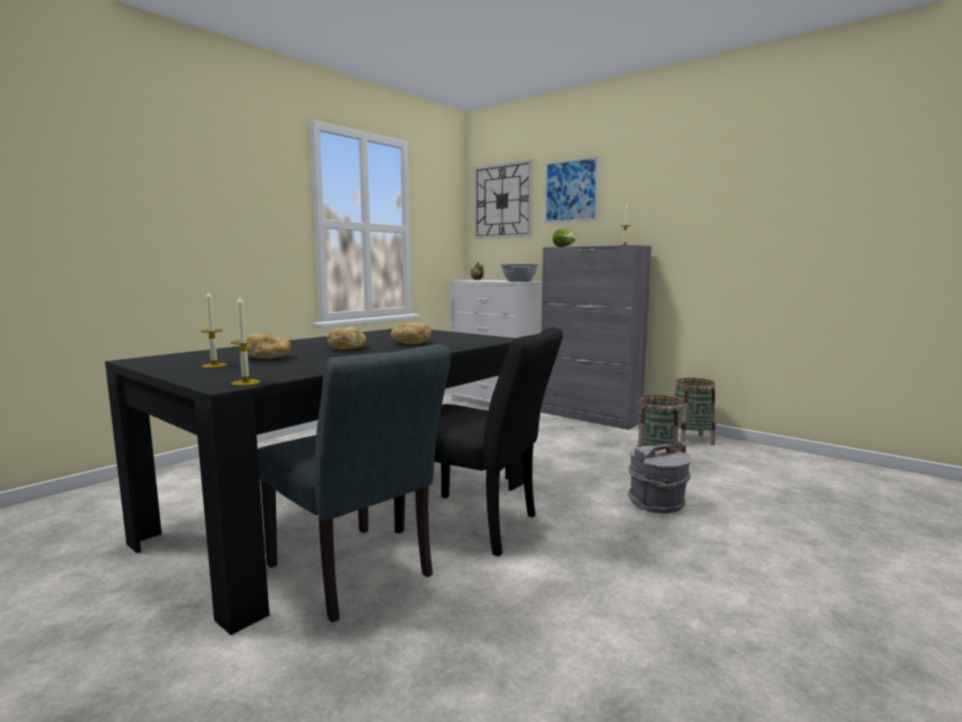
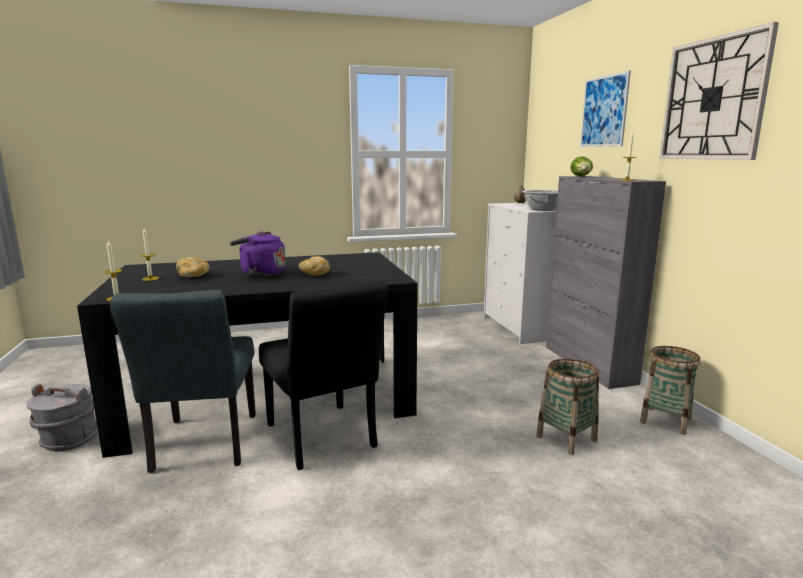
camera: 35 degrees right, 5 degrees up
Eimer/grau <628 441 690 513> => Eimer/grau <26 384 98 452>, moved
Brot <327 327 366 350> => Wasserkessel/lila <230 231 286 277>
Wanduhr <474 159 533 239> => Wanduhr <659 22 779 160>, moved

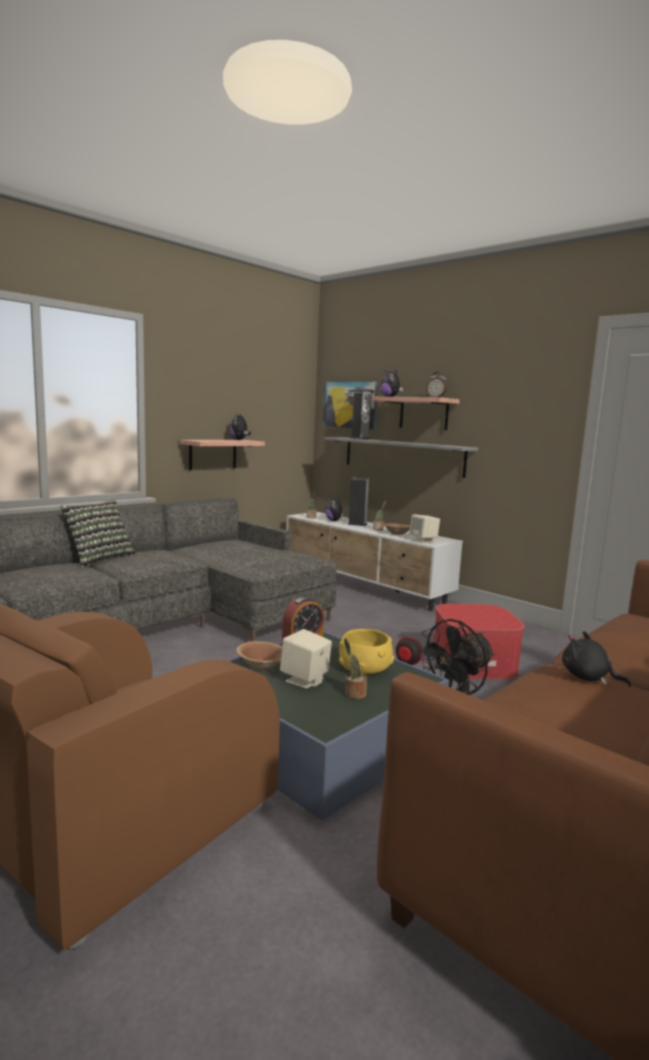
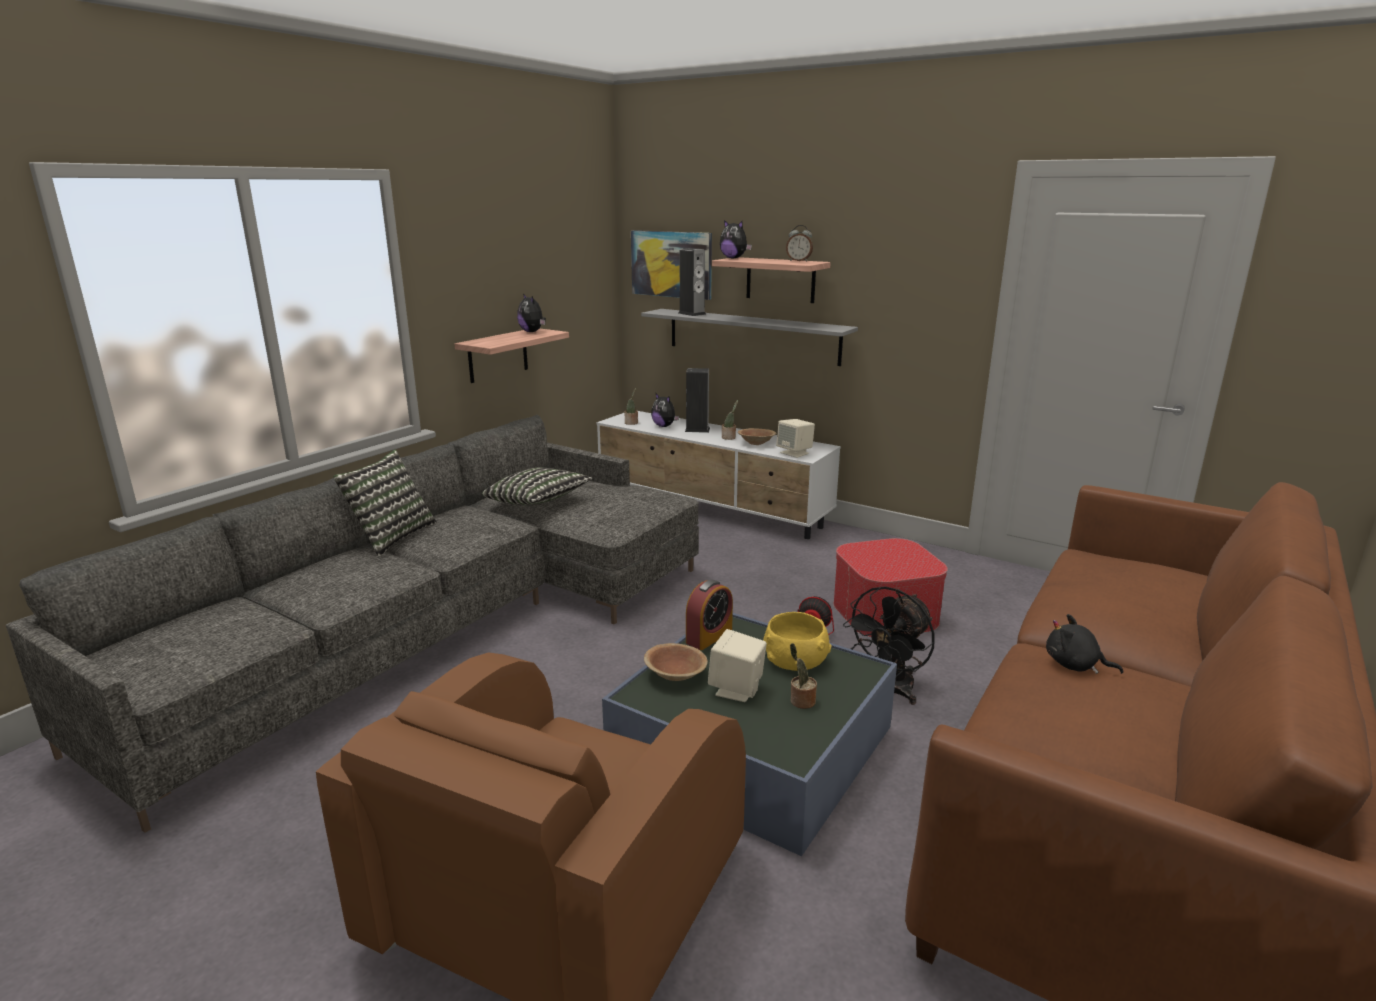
camera: 10 degrees left, 10 degrees up
nothing => Kissen <482 467 592 505>

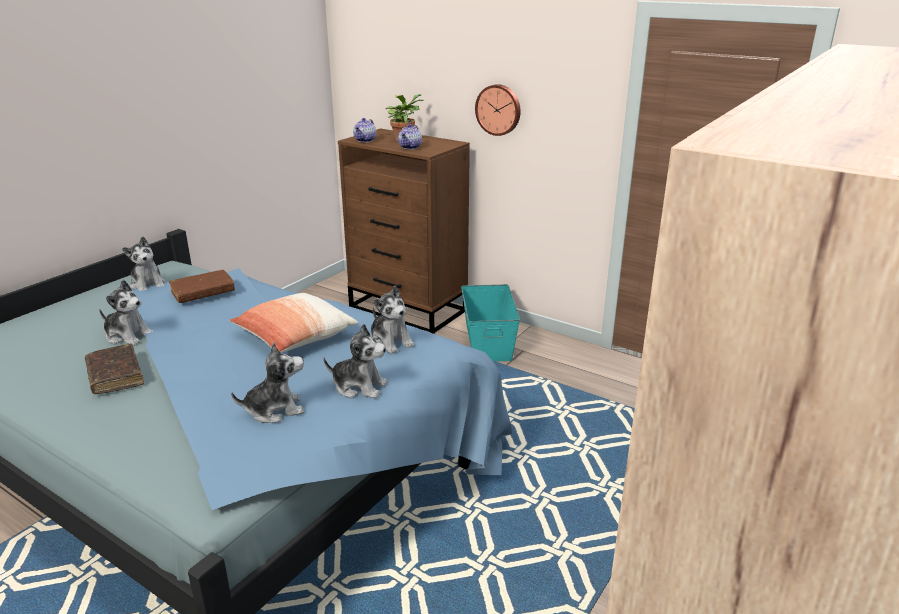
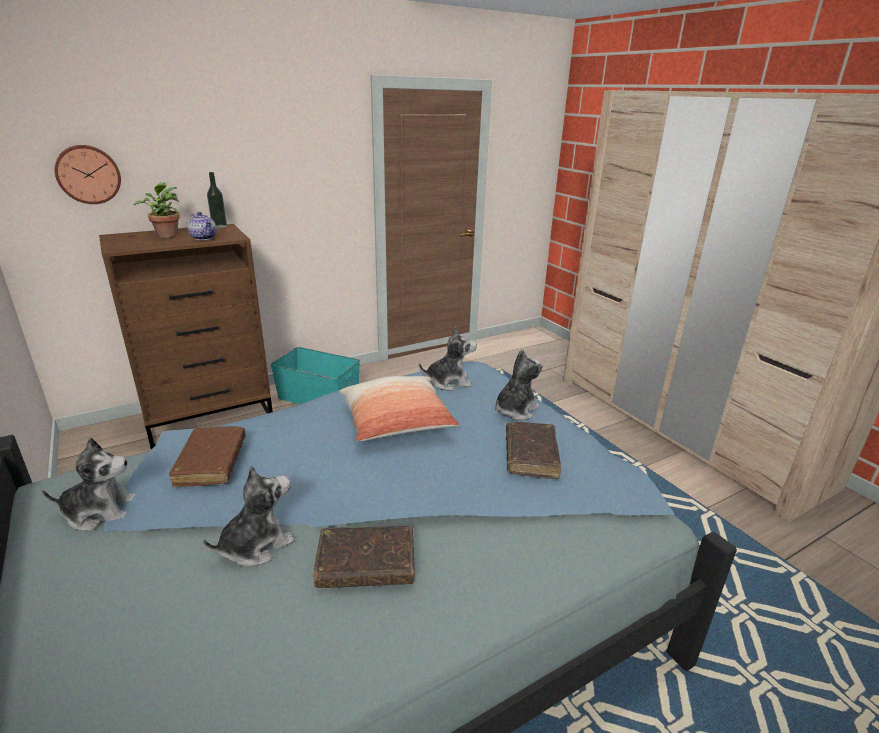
camera: 65 degrees left, 0 degrees up
Wanduhr <475 84 521 136> => Wanduhr <54 145 121 204>, moved
nothing => Flasche <207 172 227 228>
Plüschtier <231 342 304 423> => Buch/braun <506 422 561 479>
Teekanne <353 118 376 143> => nothing

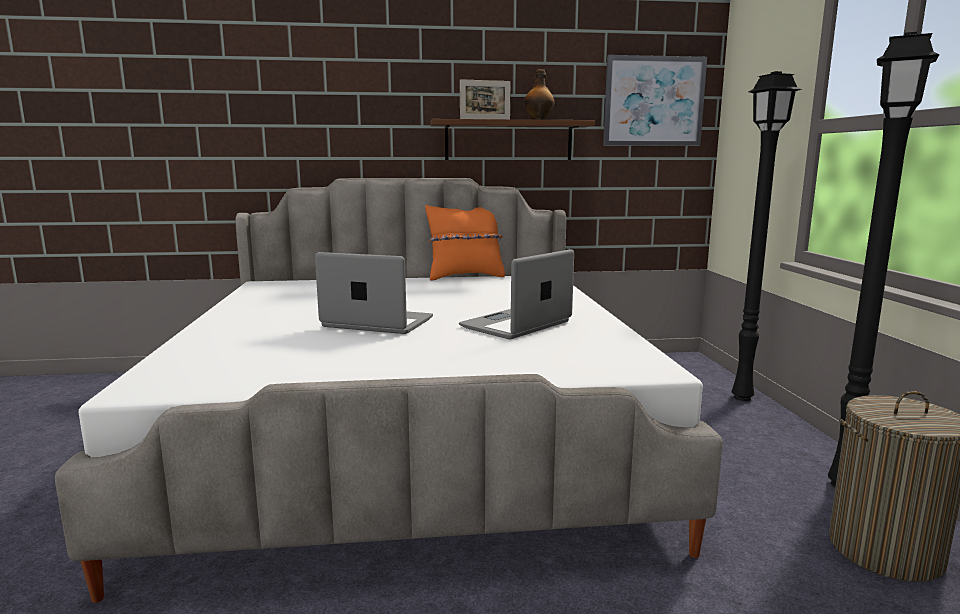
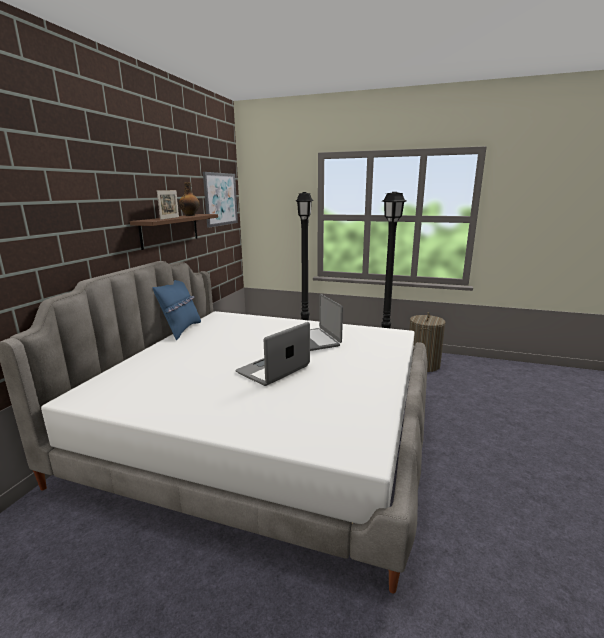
camera: 65 degrees left, 5 degrees up
Kissen/orange <425 205 505 281> => Kissen/blau <152 280 201 340>

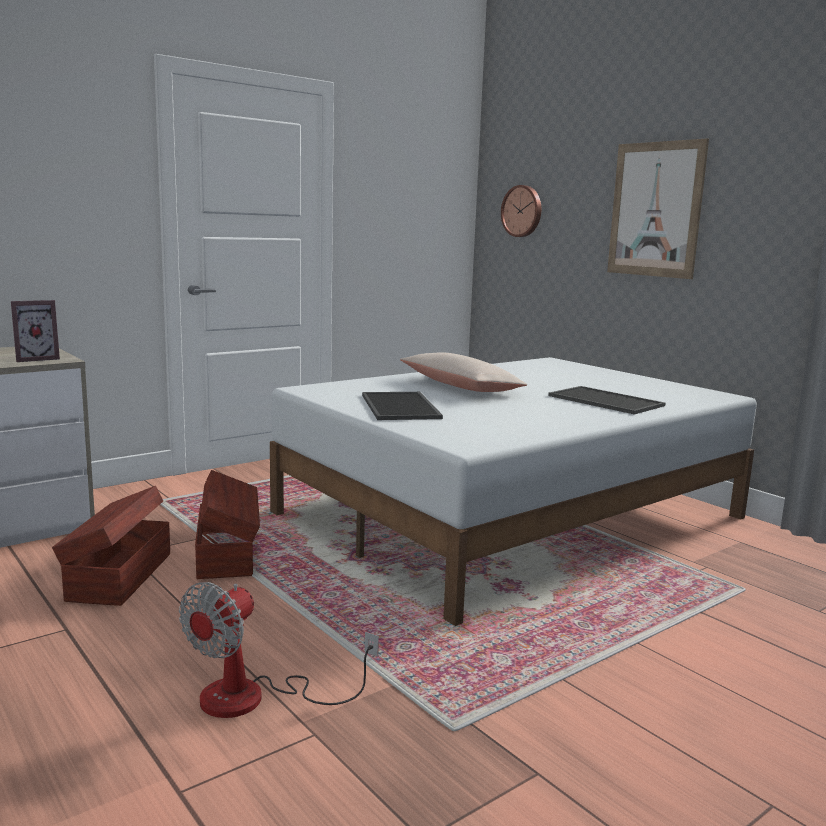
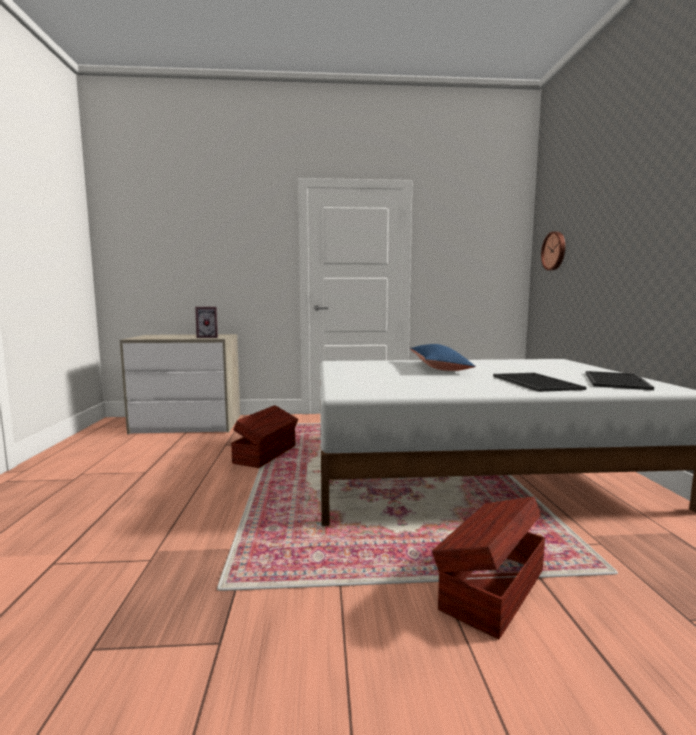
camera: 35 degrees right, 5 degrees down
Kissen/beige <400 352 527 392> => Kissen/blau <410 344 476 371>
Aufbewahrungsbox/braun <52 486 170 606> => Aufbewahrungsbox/braun <432 497 545 639>, moved
Tablett <362 392 443 420> => Tablett <586 371 654 390>, moved
Ventilator <179 582 379 718> => nothing
Bild <607 139 709 279> => nothing

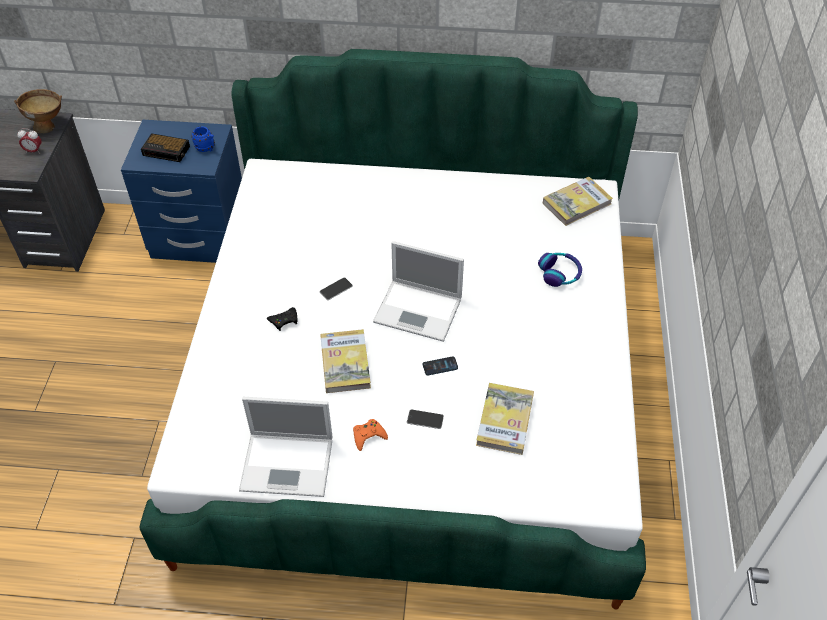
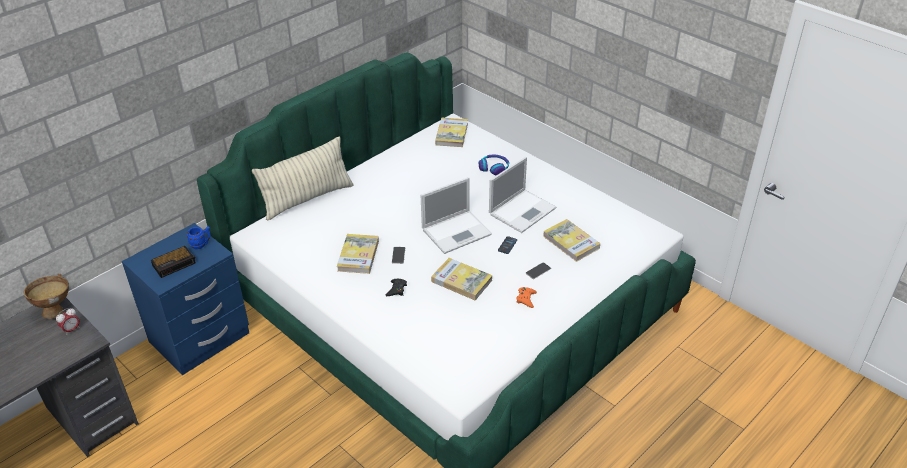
camera: 50 degrees left, 10 degrees down
nothing => Kissen <252 136 354 221>
nothing => Buch <337 234 379 274>
Laptop <239 397 332 497> => Laptop <489 157 556 233>, moved

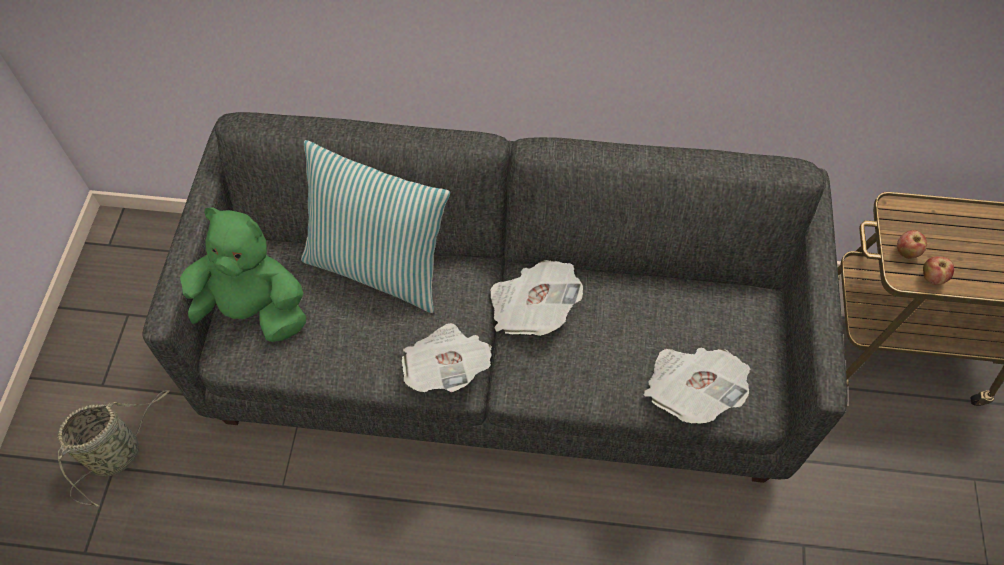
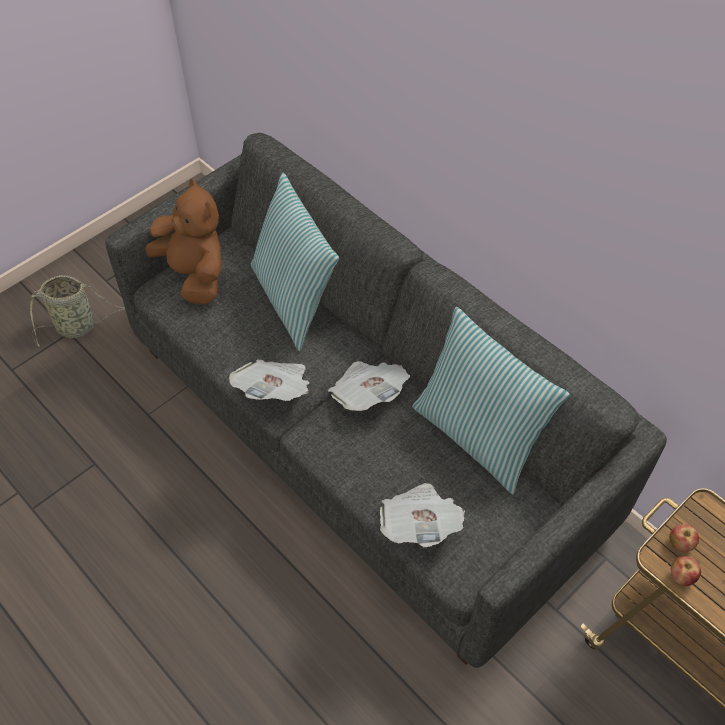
camera: 40 degrees right, 5 degrees down
Plüschtier/grün <180 207 306 342> => Plüschtier/braun <145 179 222 305>
nothing => Kissen <412 307 570 495>

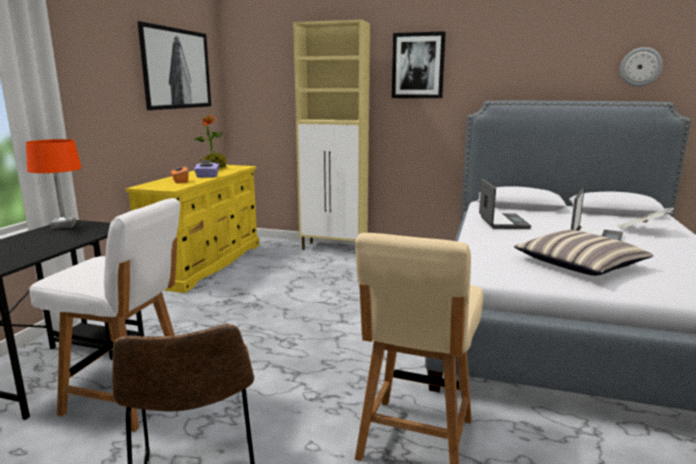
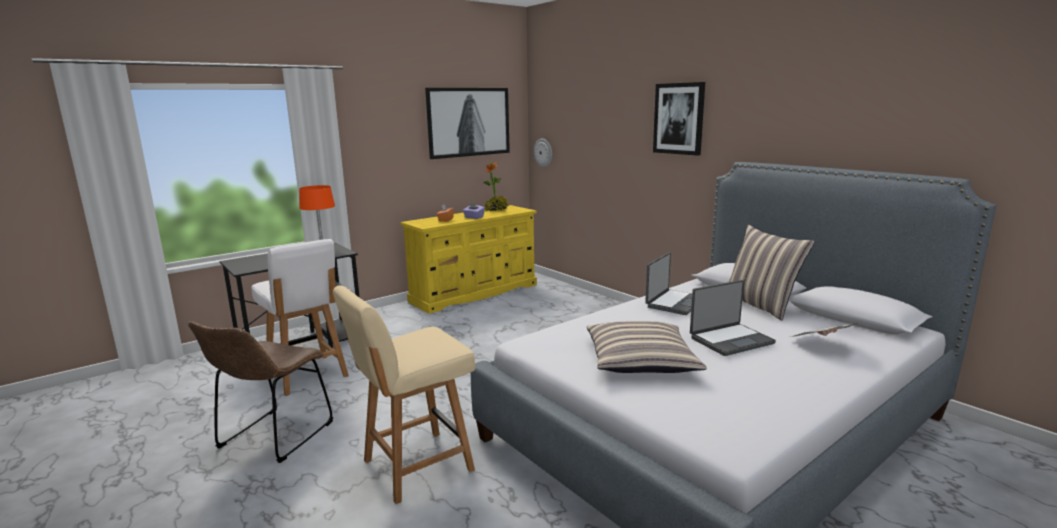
camera: 35 degrees right, 0 degrees up
Wanduhr <620 47 663 87> => Wanduhr <534 139 552 167>, moved
nothing => Kissen <729 225 815 321>
Schrank/beige <293 19 370 250> => nothing

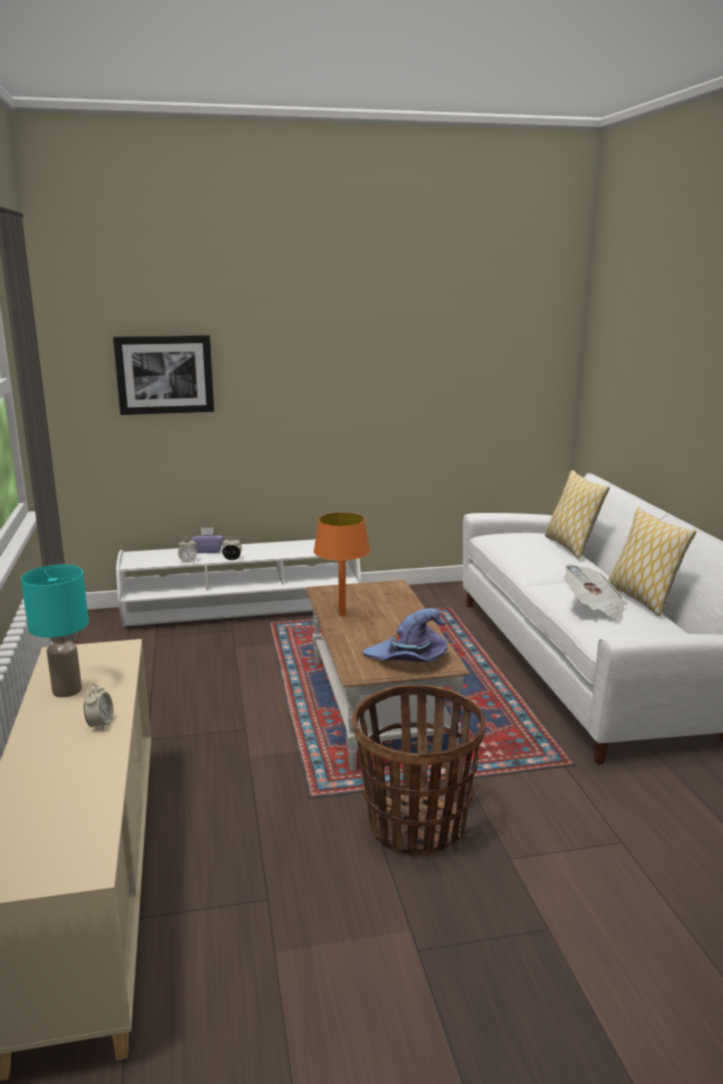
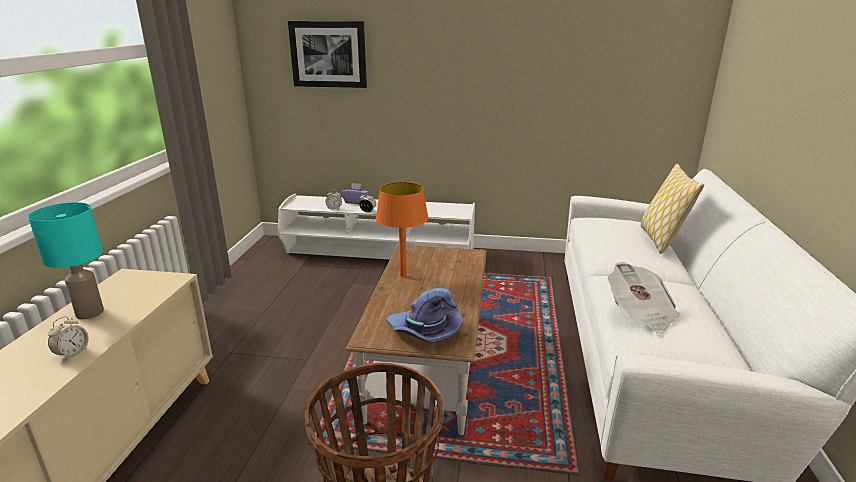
camera: 20 degrees right, 5 degrees up
Kissen <608 507 696 616> => nothing

